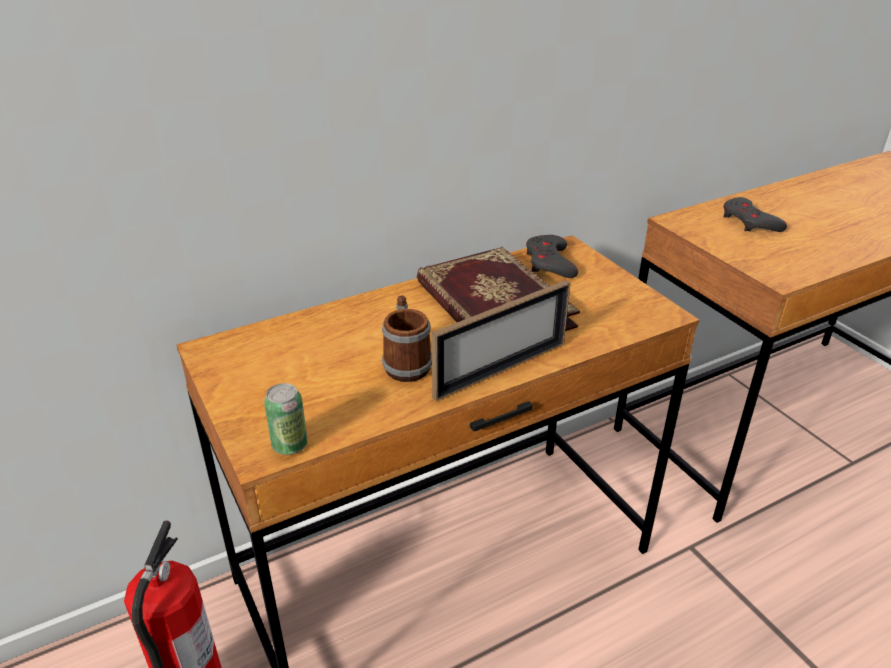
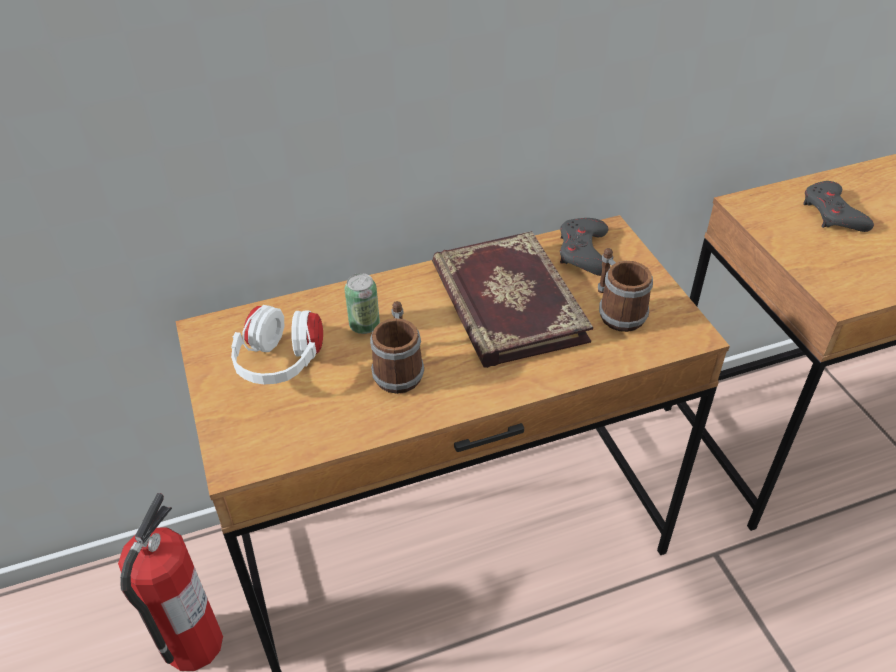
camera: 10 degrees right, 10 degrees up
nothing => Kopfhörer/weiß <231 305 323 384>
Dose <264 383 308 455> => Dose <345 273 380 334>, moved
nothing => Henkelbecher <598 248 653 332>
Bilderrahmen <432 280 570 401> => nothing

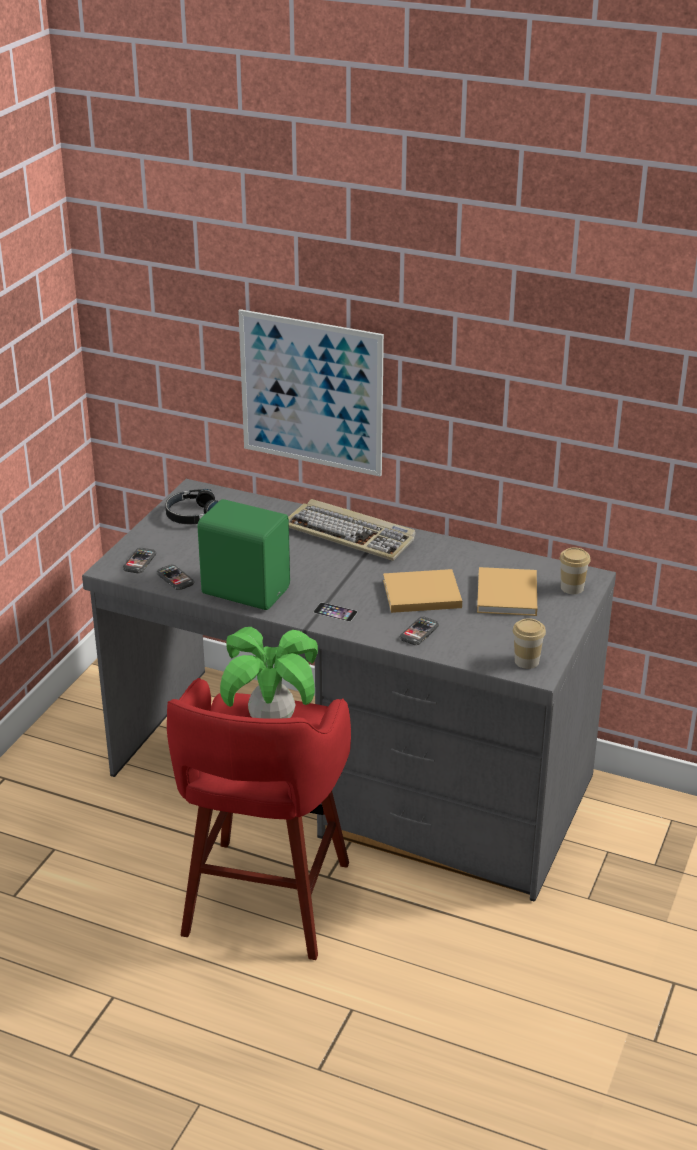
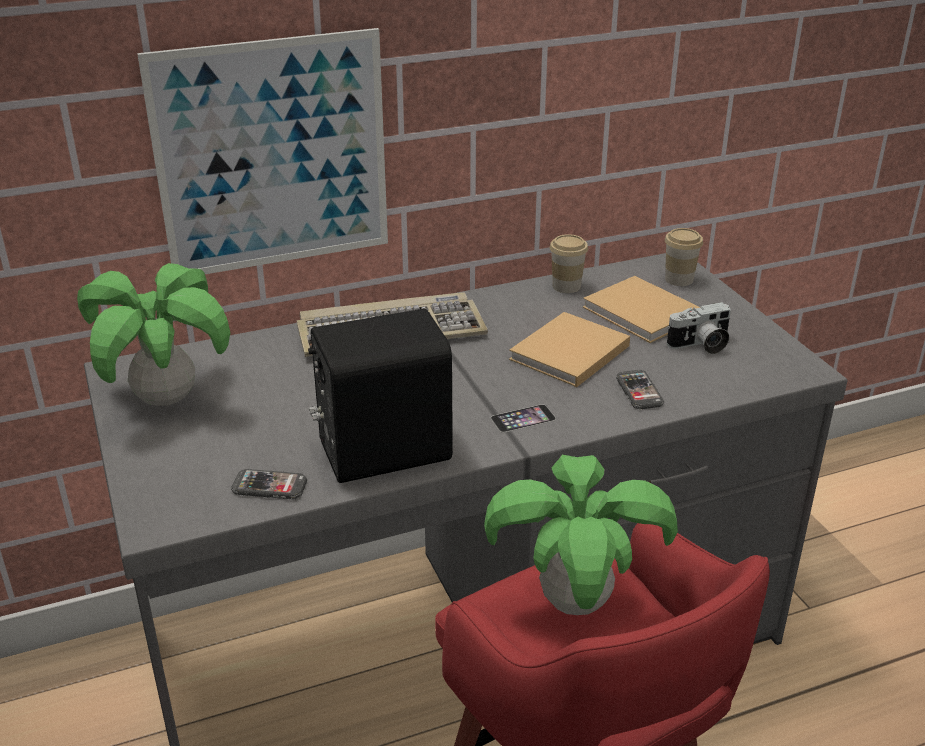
camera: 45 degrees left, 0 degrees up
Kopfhörer/schwarz <165 489 219 524> => Topfpflanze <77 263 230 406>
Lautsprecher/grün <197 499 290 610> => Lautsprecher/schwarz <308 309 453 483>
Tasse <513 618 546 669> => Tasse <550 234 588 293>, moved
nothing => Kamera <667 302 731 354>
Handy <123 548 156 573> => nothing

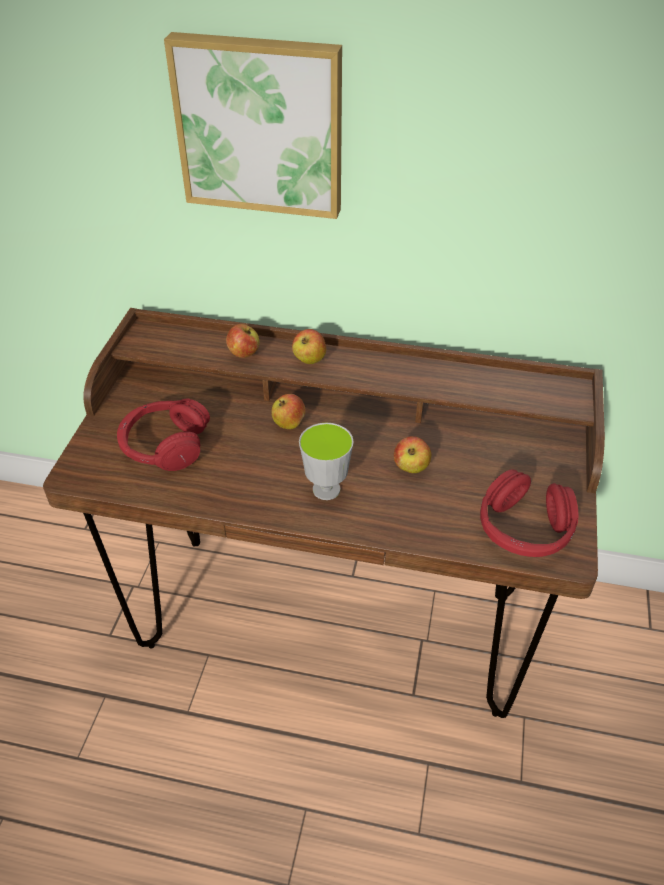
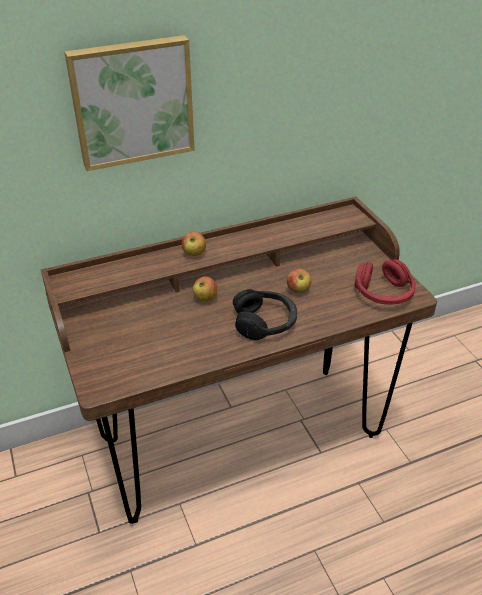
camera: 35 degrees left, 5 degrees down
Tasse <299 422 354 500> => Kopfhörer/schwarz <233 289 297 340>
Kopfhörer/rot <117 399 210 471> => nothing
Apfel <226 324 259 358> => nothing

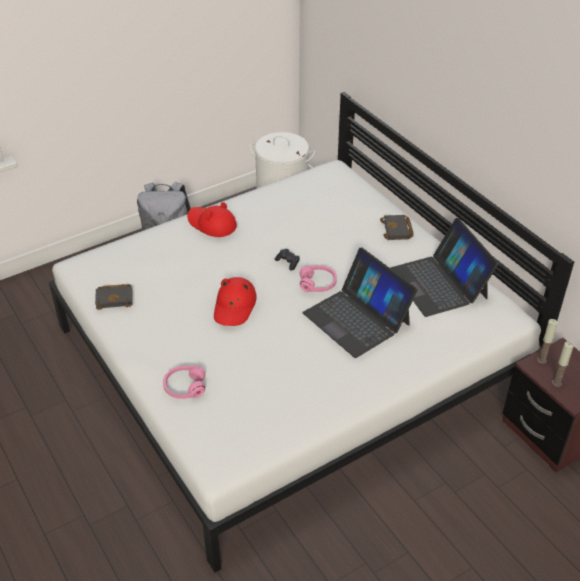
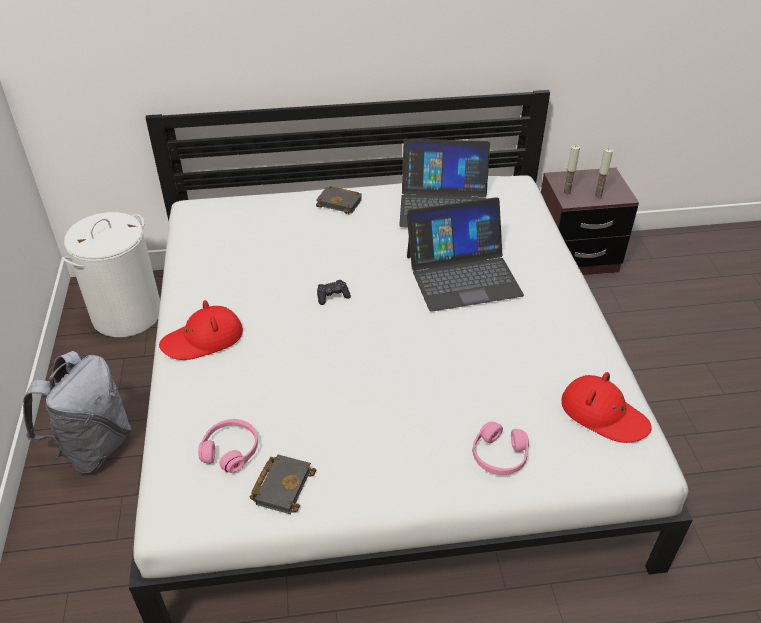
camera: 65 degrees left, 0 degrees up
Kopfhörer/rosa <299 265 337 292> => Kopfhörer/rosa <198 419 258 473>, moved
Hut/rot <214 277 257 326> => Hut/rot <561 372 652 443>, moved

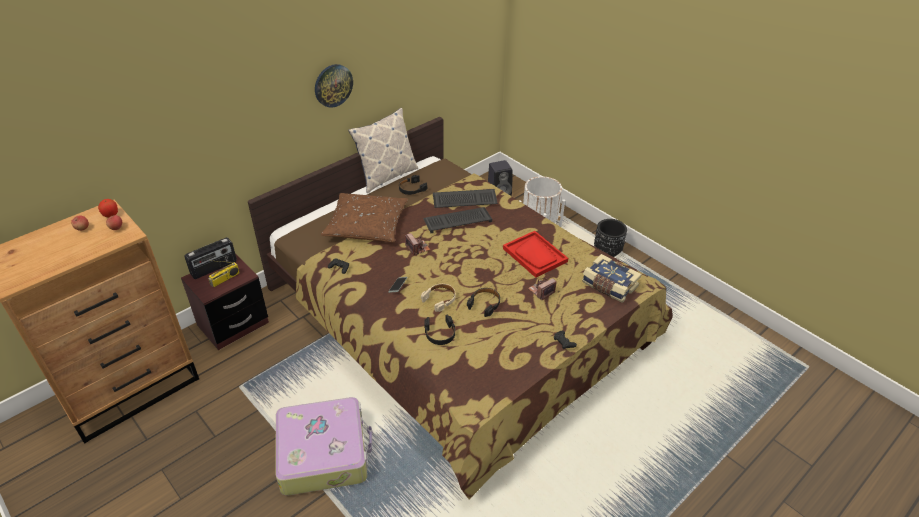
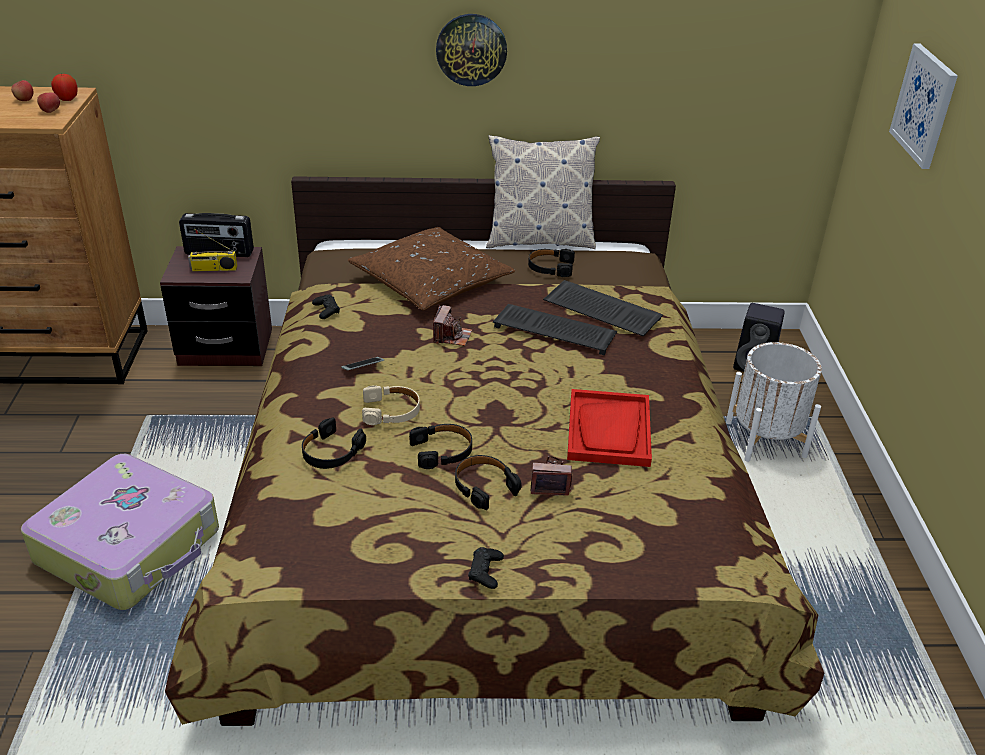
camera: 40 degrees right, 5 degrees down
nothing => Kopfhörer/schwarz <455 455 522 510>
nothing => Bild <889 43 958 169>
Buch <582 254 642 303> => nothing
Pflanzkübel/schwarz <594 219 627 257> => nothing

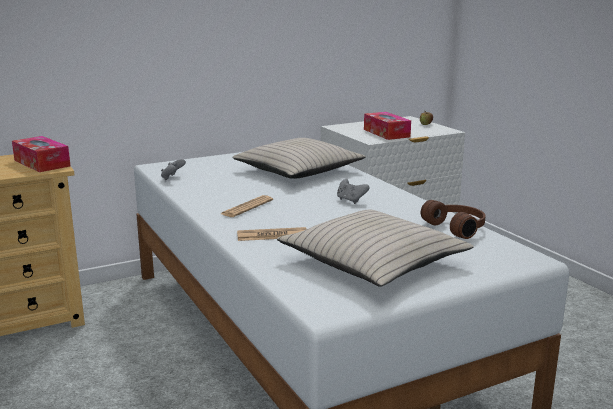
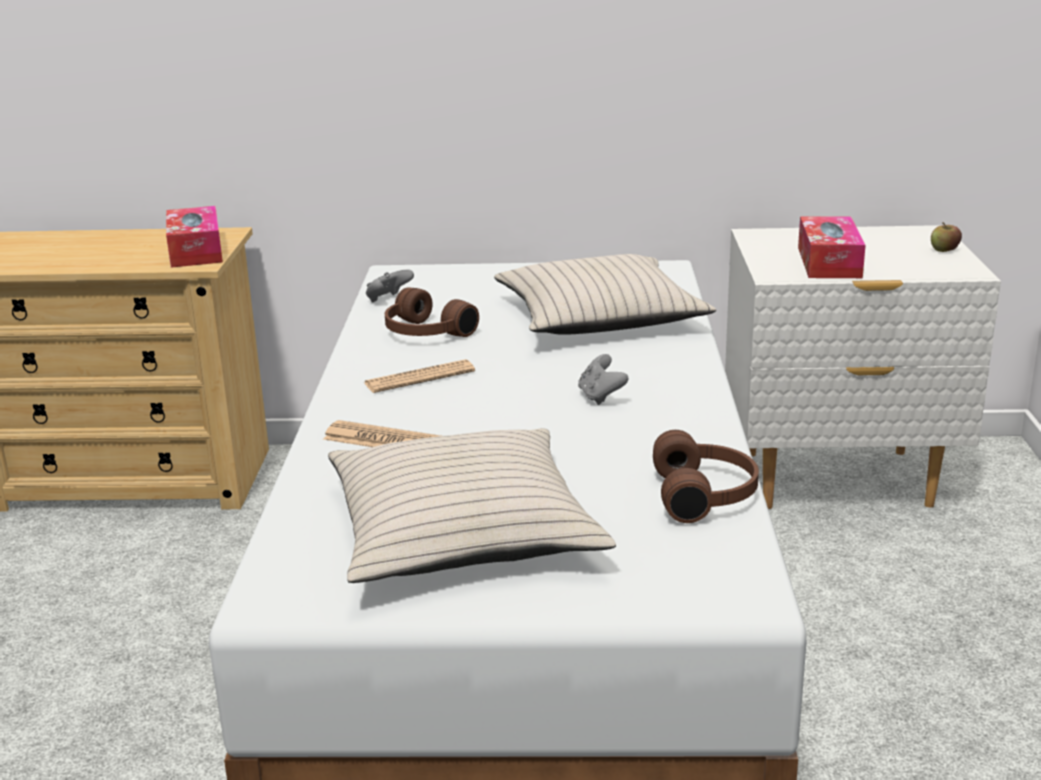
camera: 30 degrees right, 5 degrees up
nothing => Kopfhörer/braun <385 287 479 337>

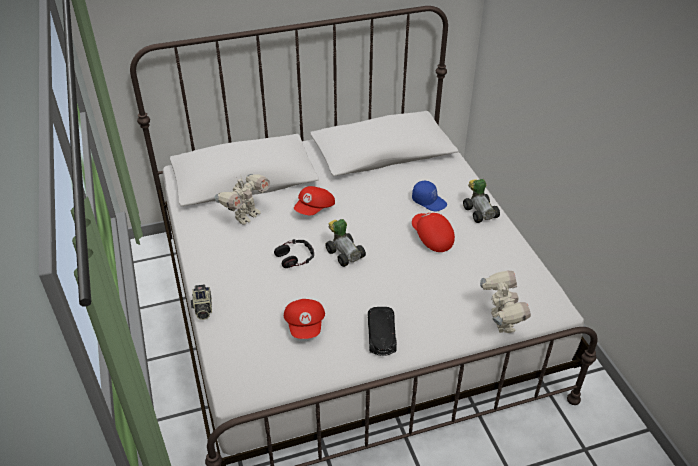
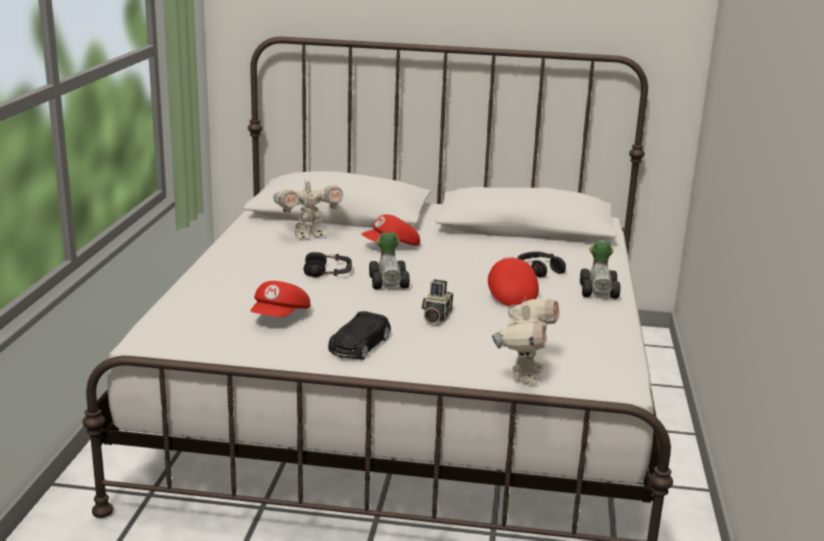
camera: 25 degrees right, 20 degrees down
Kamera <191 284 212 320> => Kamera <422 279 453 324>, moved
Kappe/blau <412 181 447 212> => Kopfhörer <517 251 566 278>

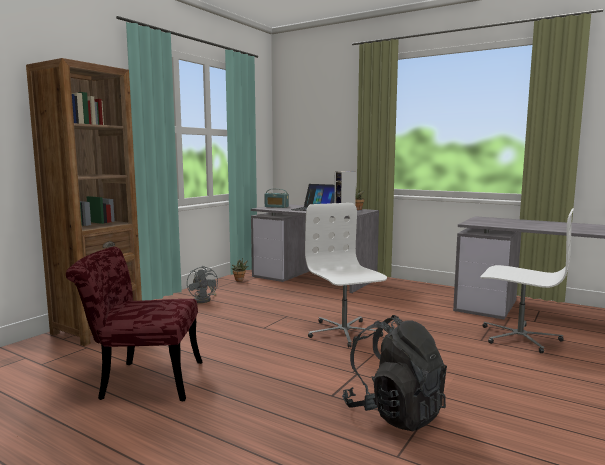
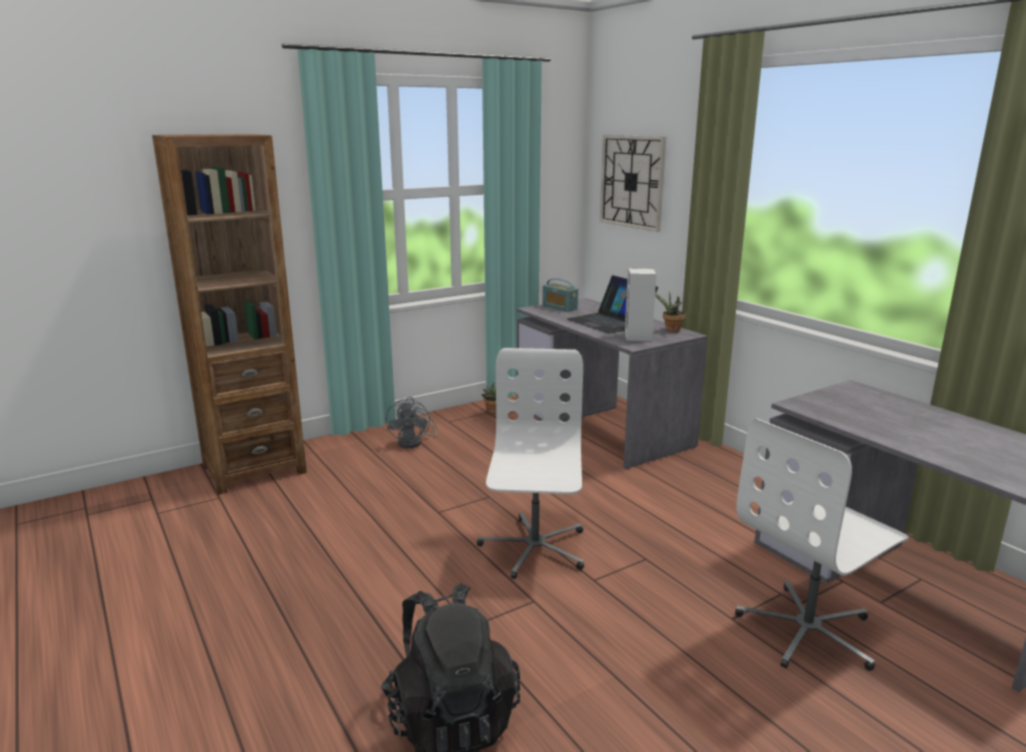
camera: 25 degrees right, 10 degrees up
nothing => Wanduhr <600 135 666 232>
Bürostuhl/weiß <480 208 574 353> => Bürostuhl/weiß <735 418 909 671>, 90 degrees clockwise
Stuhl/rot <66 247 202 401> => nothing

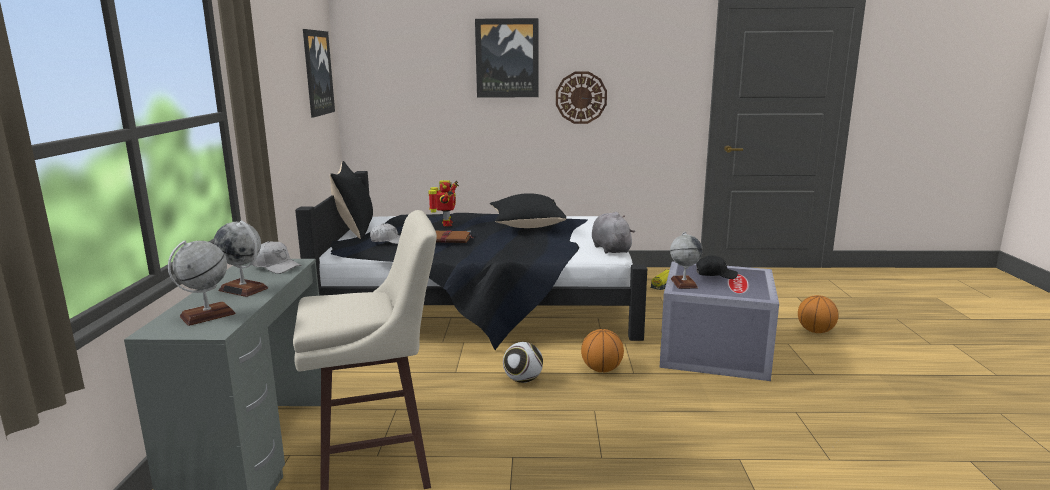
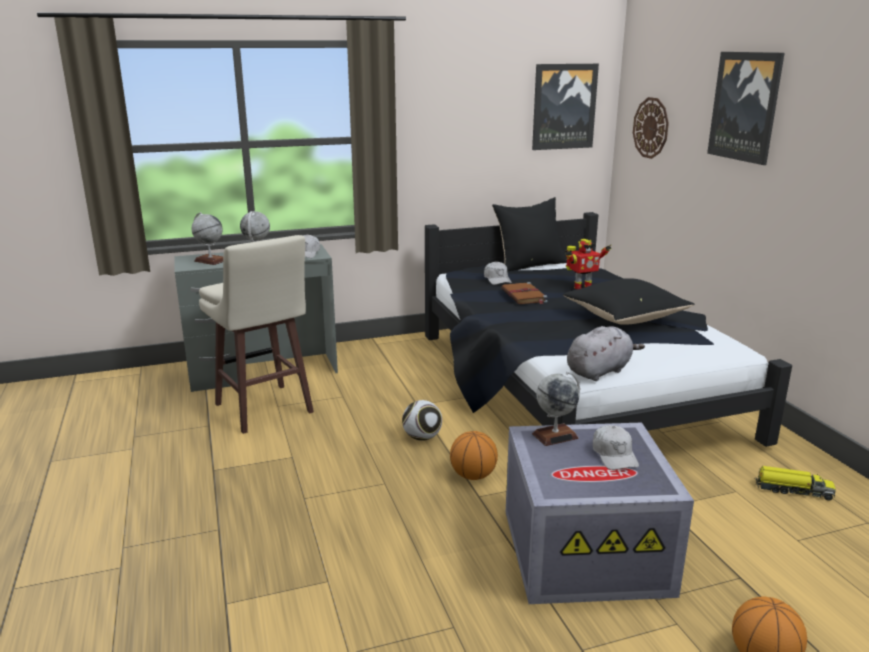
camera: 70 degrees right, 5 degrees up
Kappe/schwarz <696 255 738 279> => Kappe/weiß <593 425 639 470>
Wanduhr <556 71 607 124> => Wanduhr <633 97 669 159>, moved

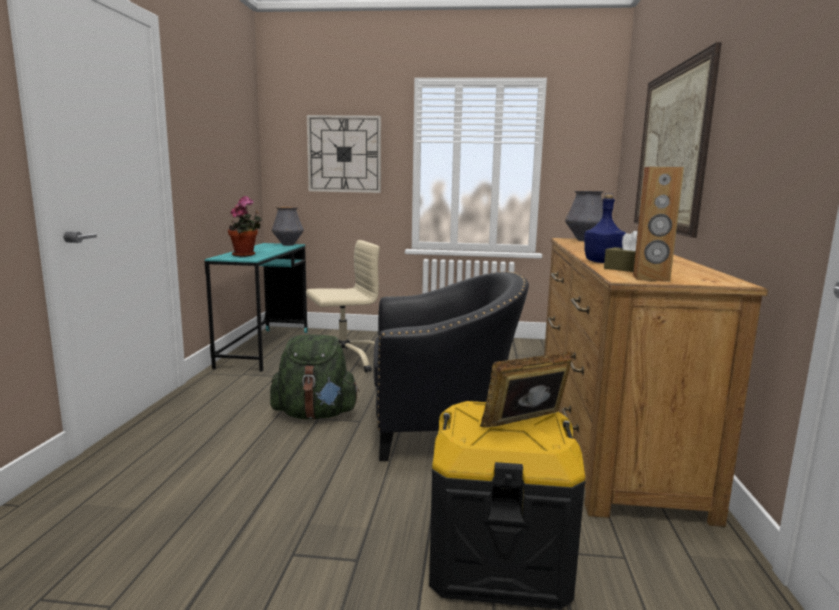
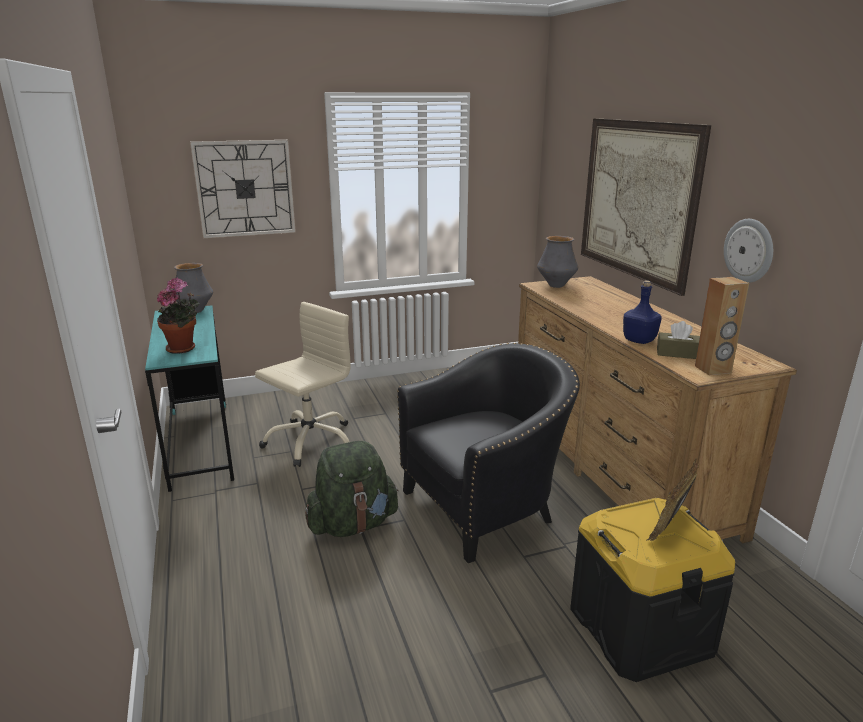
camera: 25 degrees left, 10 degrees up
nothing => Wanduhr <724 219 773 283>

